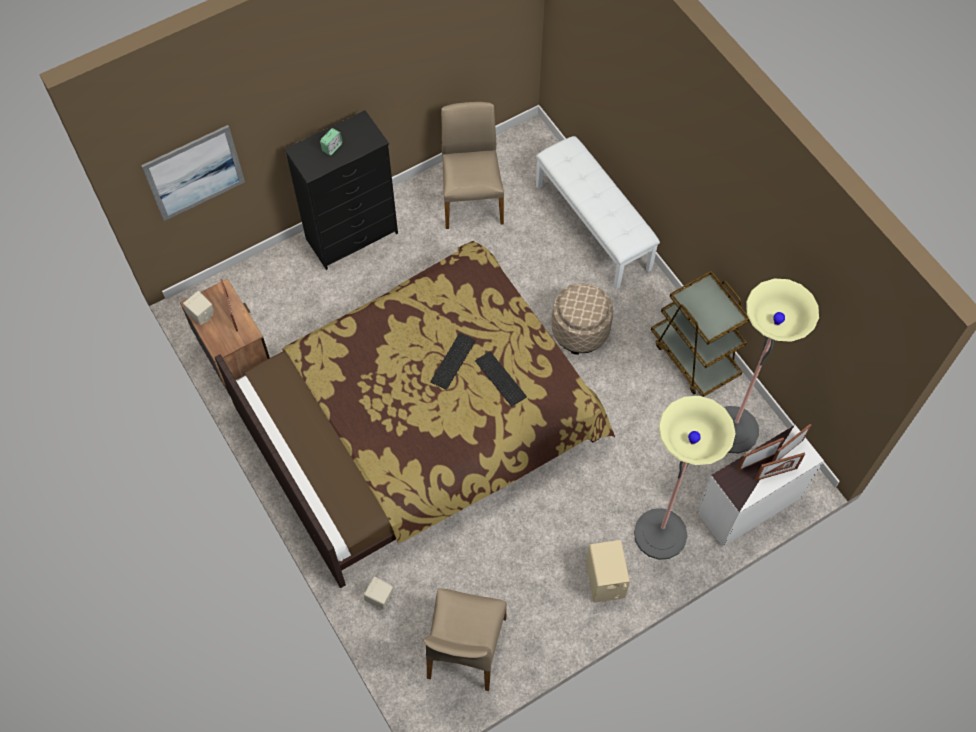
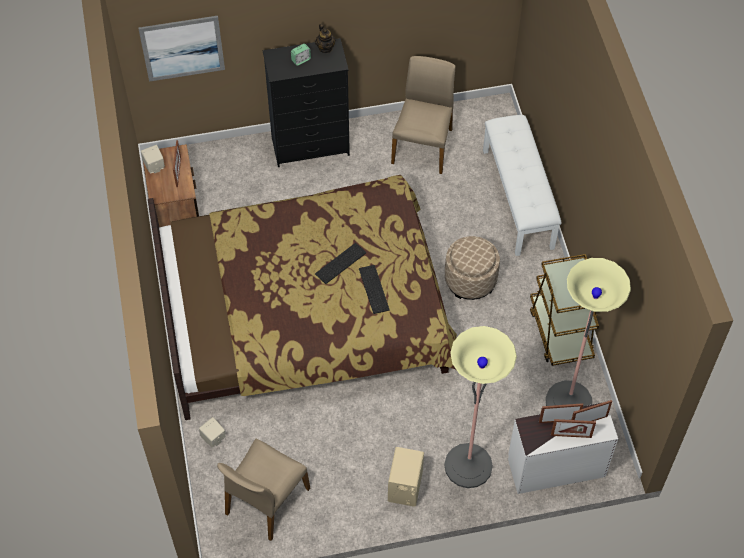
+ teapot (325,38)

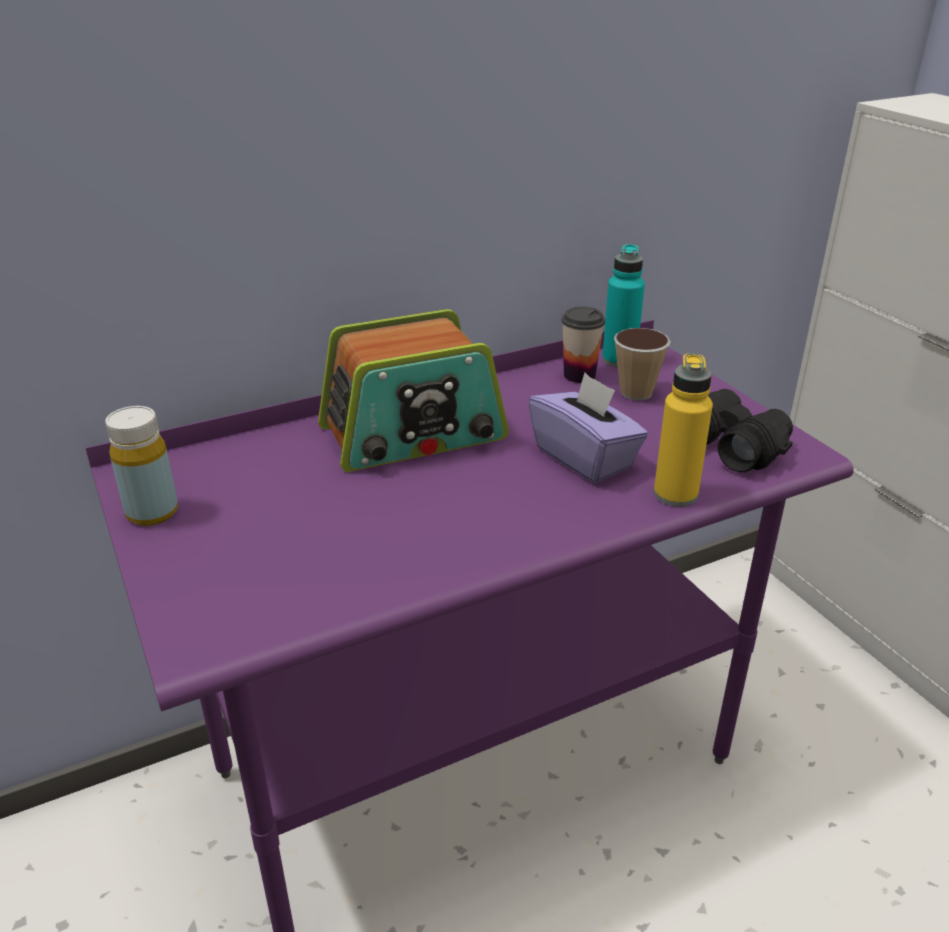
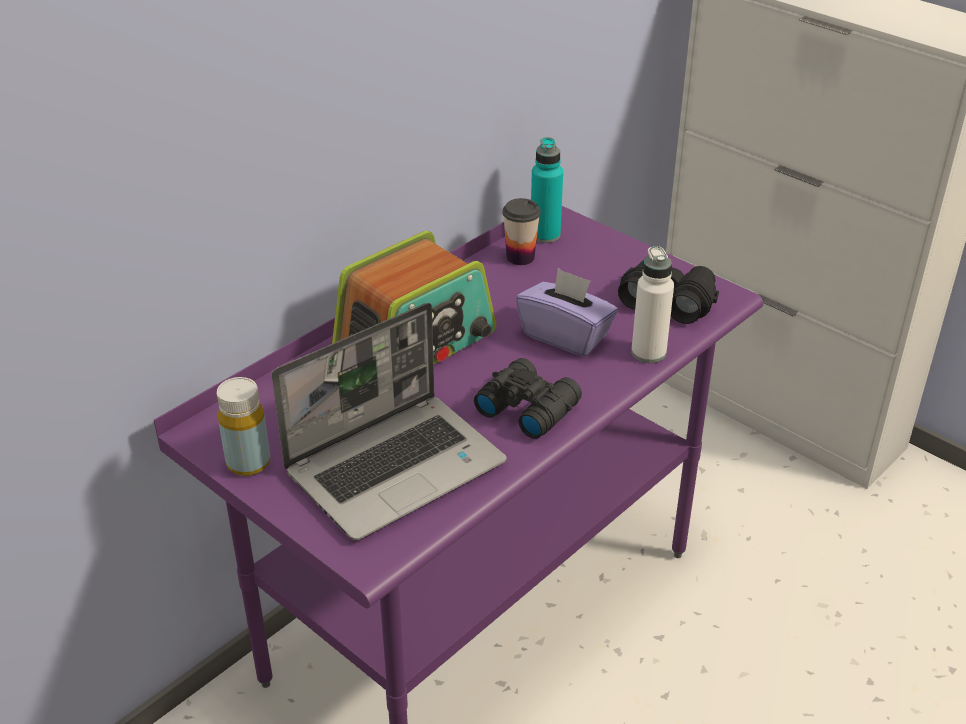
- cup (642,364)
~ yellow bottle (683,430) to white bottle (652,304)
+ laptop (389,421)
+ black binoculars (528,398)

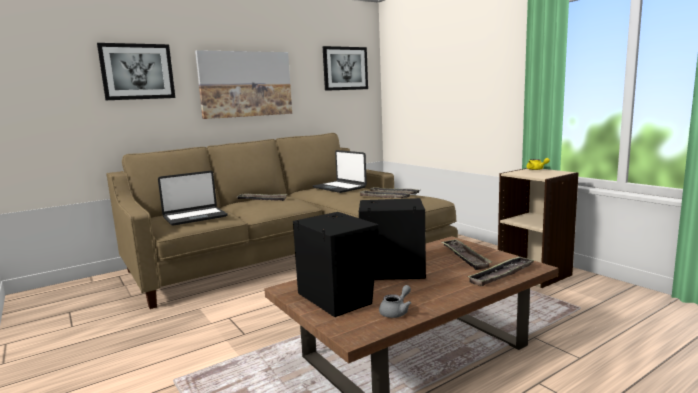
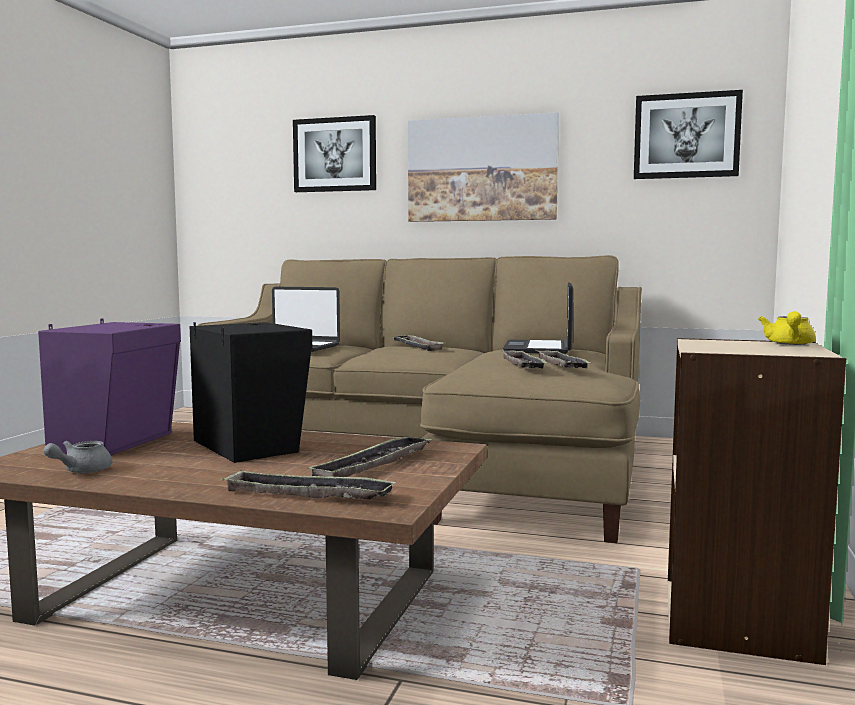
~ black speaker (336,264) to purple speaker (109,386)
~ grey teapot (395,301) = (77,457) 120 degrees clockwise

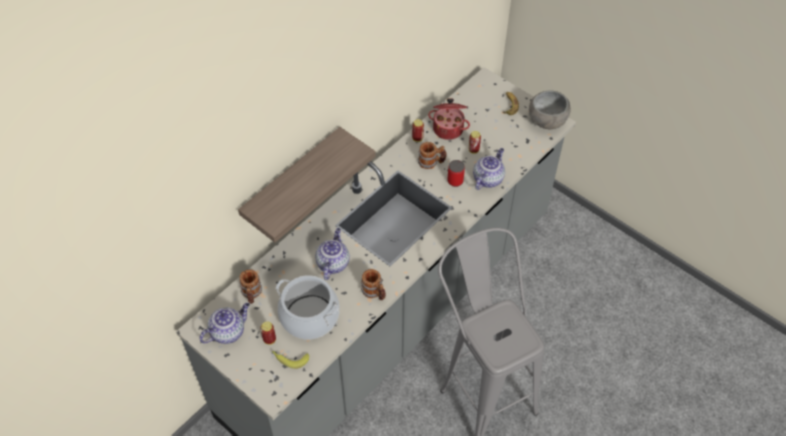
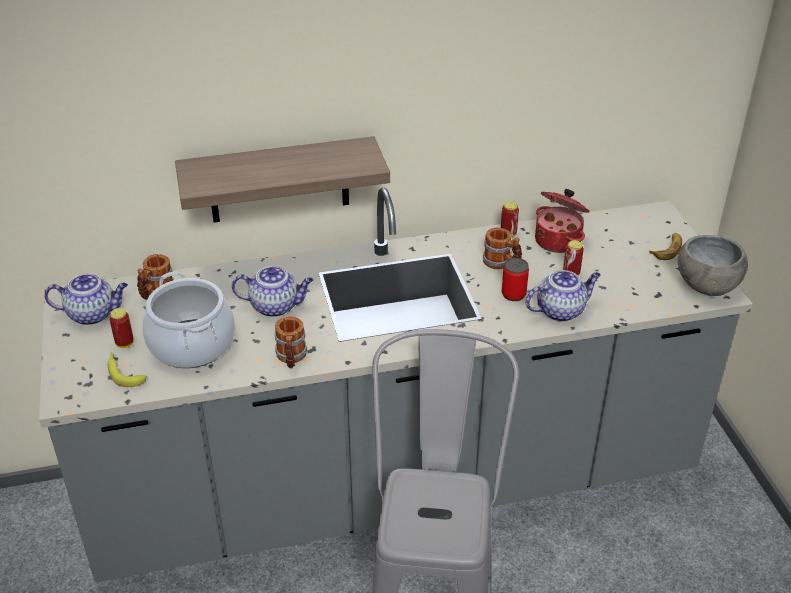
~ teapot (332,254) = (273,291) 45 degrees clockwise

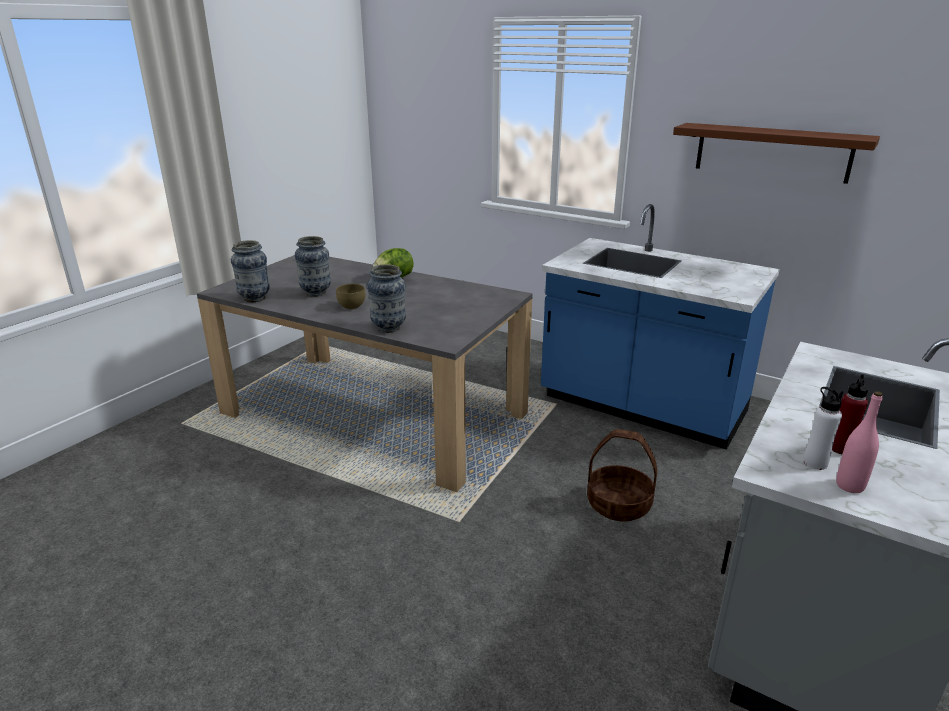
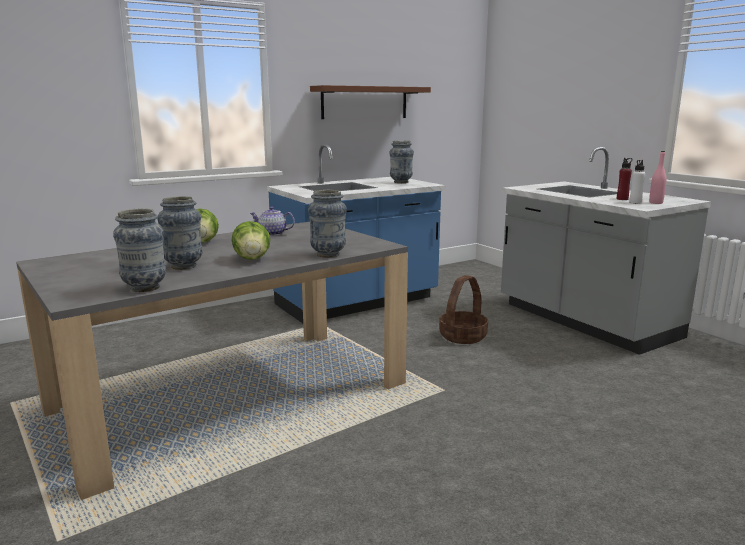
~ brown bowl (350,297) to lettuce (251,240)
+ vase (401,162)
+ teapot (272,221)

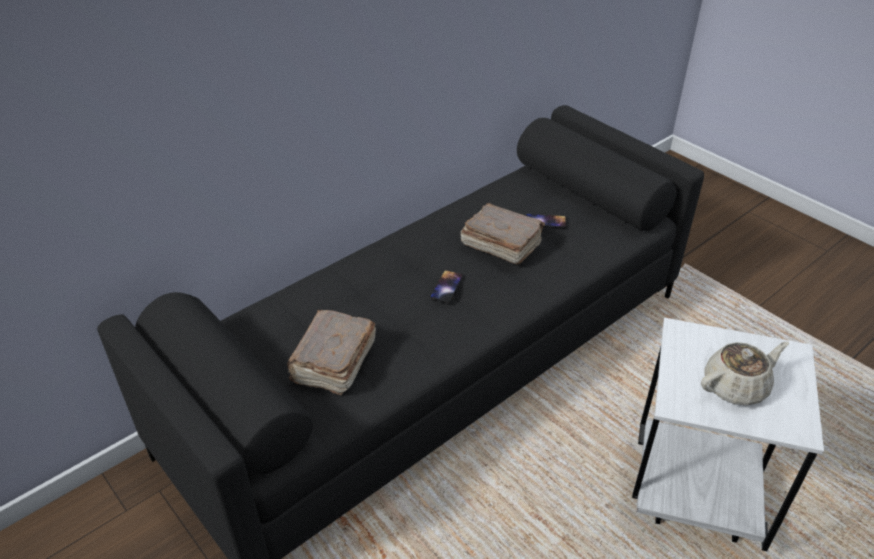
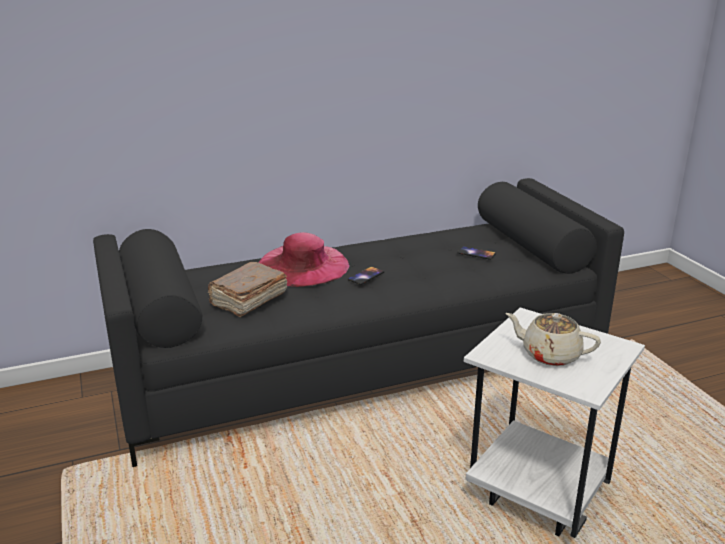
- brown book (503,234)
~ beige teapot (745,373) = (553,339) 150 degrees counterclockwise
+ pink hat (304,259)

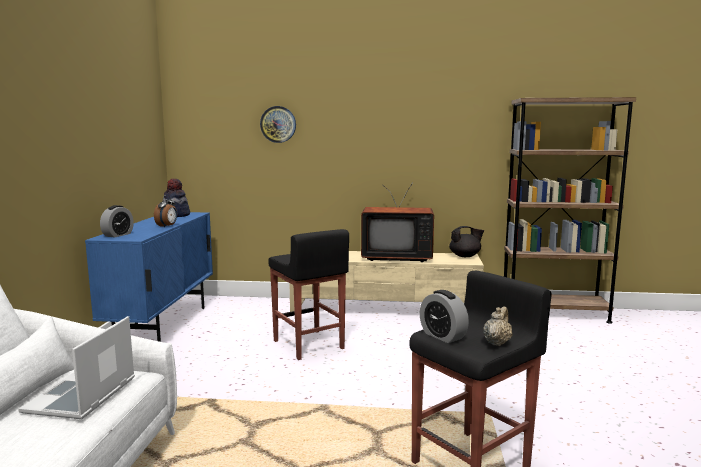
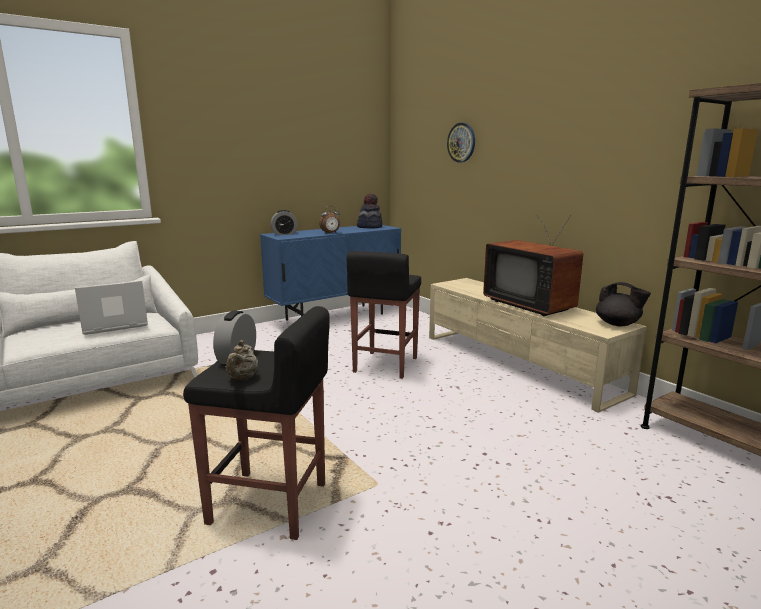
~ beige teapot (498,326) = (241,360) 105 degrees clockwise

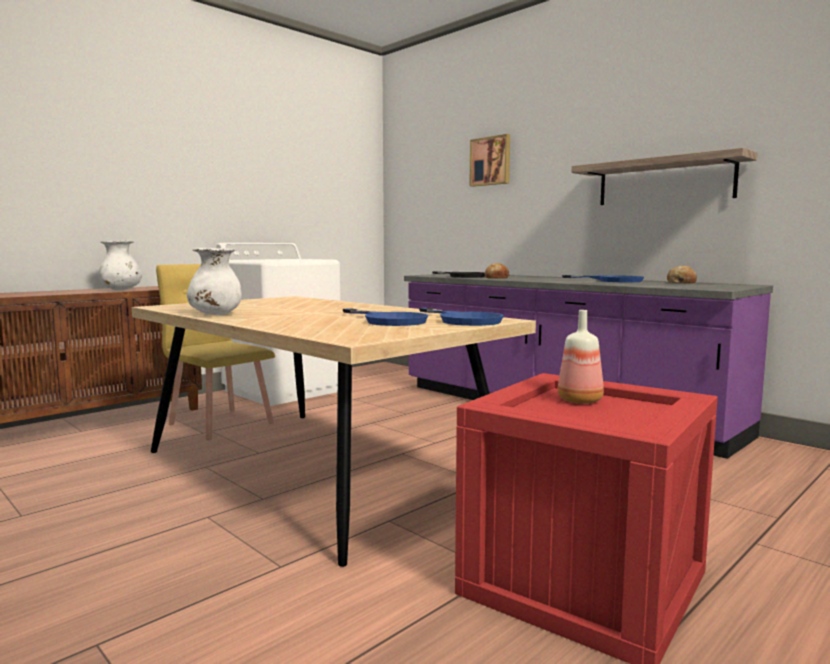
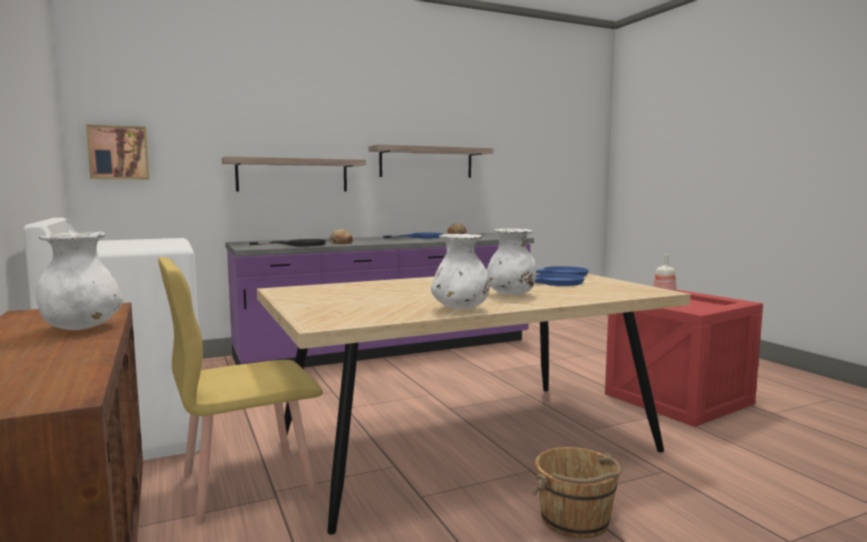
~ picture (489,160) to (117,152)
+ shelf (293,174)
+ white vase (511,262)
+ brown bucket (576,493)

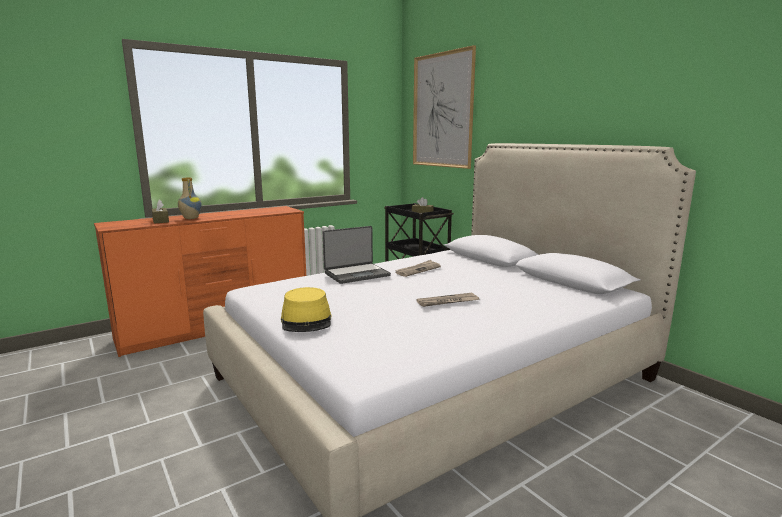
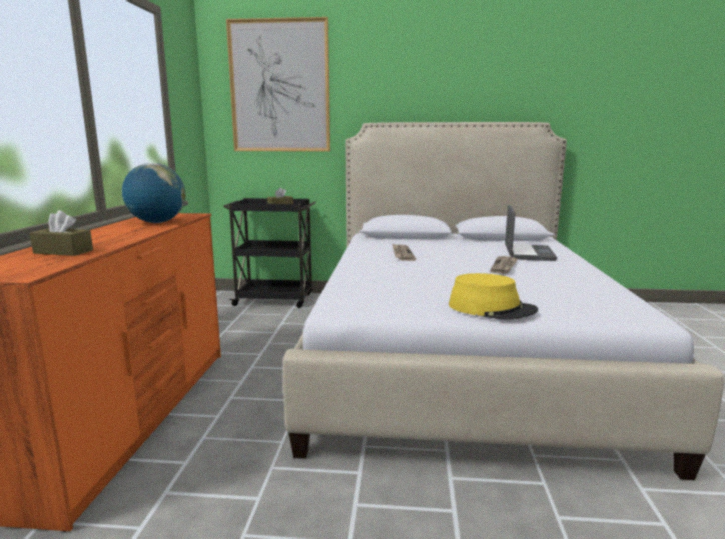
- vase (190,198)
~ laptop (357,255) to (531,233)
+ globe (154,193)

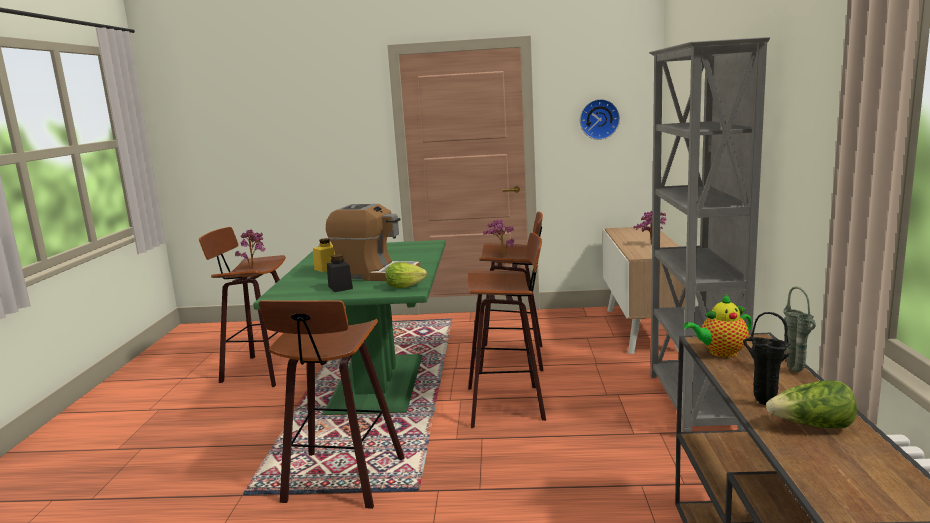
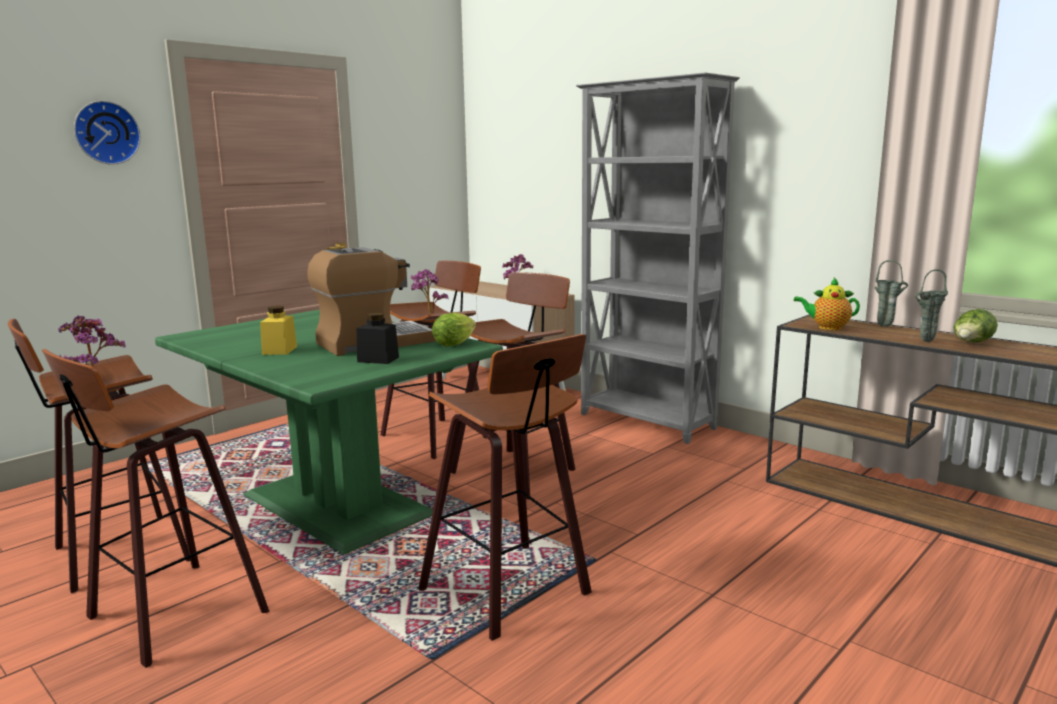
~ wall clock (600,119) to (107,133)
~ teapot (717,325) = (826,304) 75 degrees clockwise
~ black vase (766,358) to green vase (931,305)
+ stool (155,508)

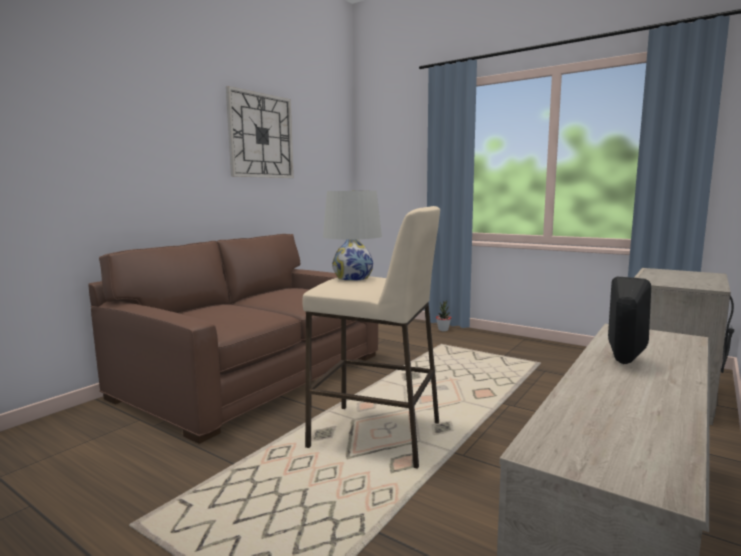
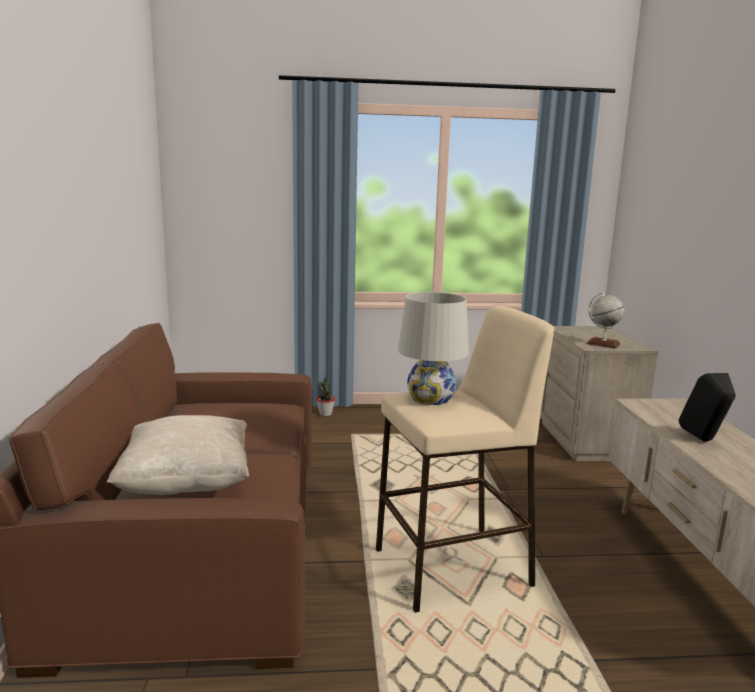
- wall clock (260,132)
+ globe (605,321)
+ beige pillow (178,455)

